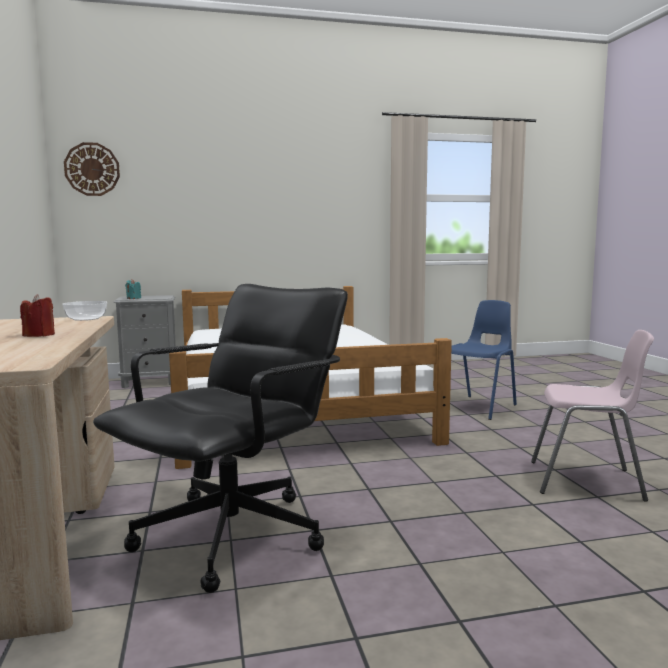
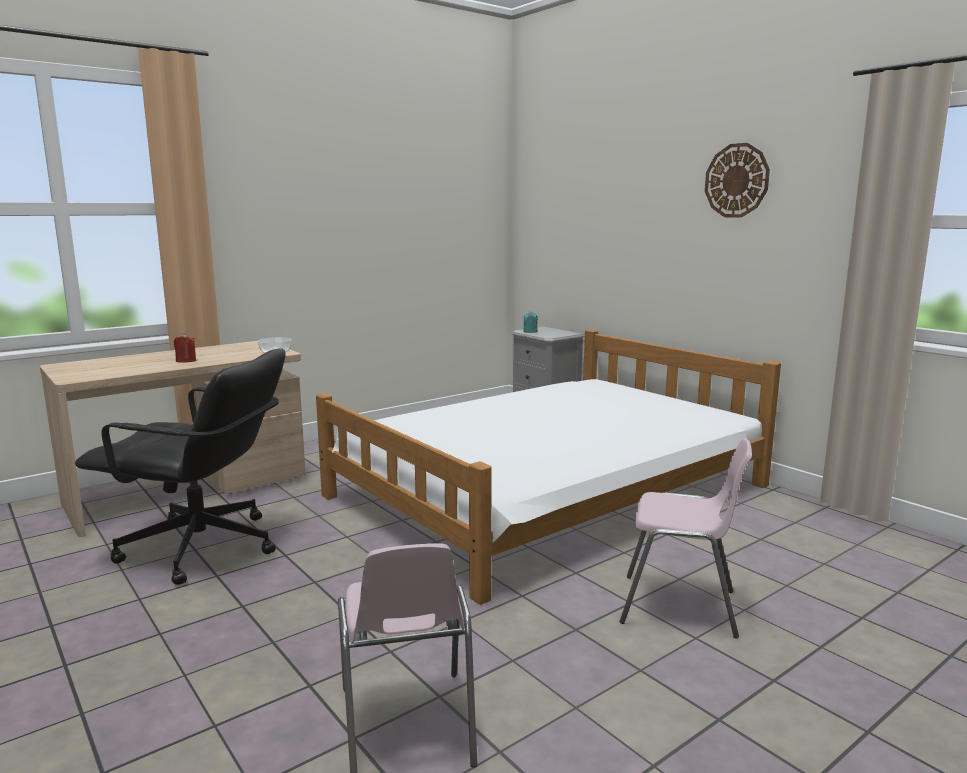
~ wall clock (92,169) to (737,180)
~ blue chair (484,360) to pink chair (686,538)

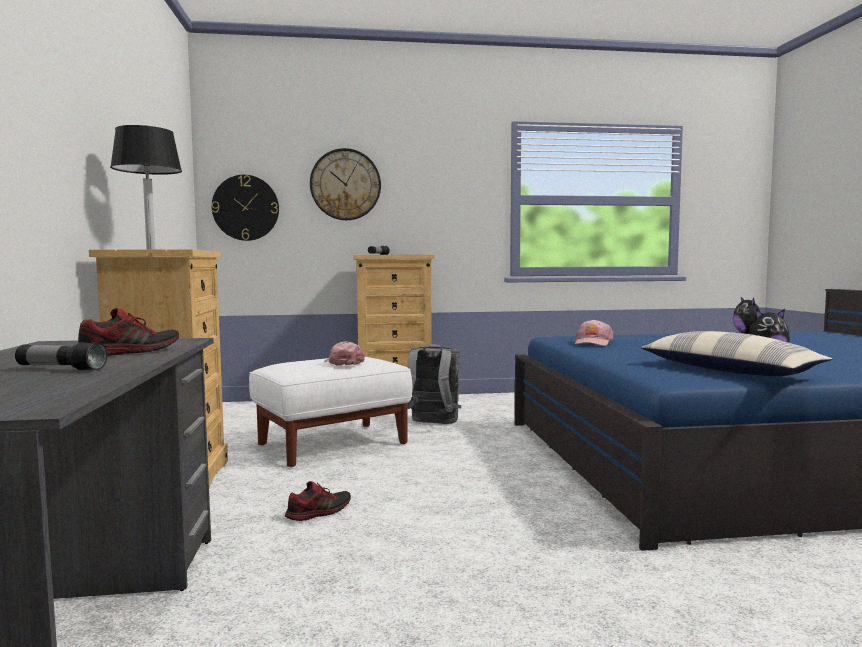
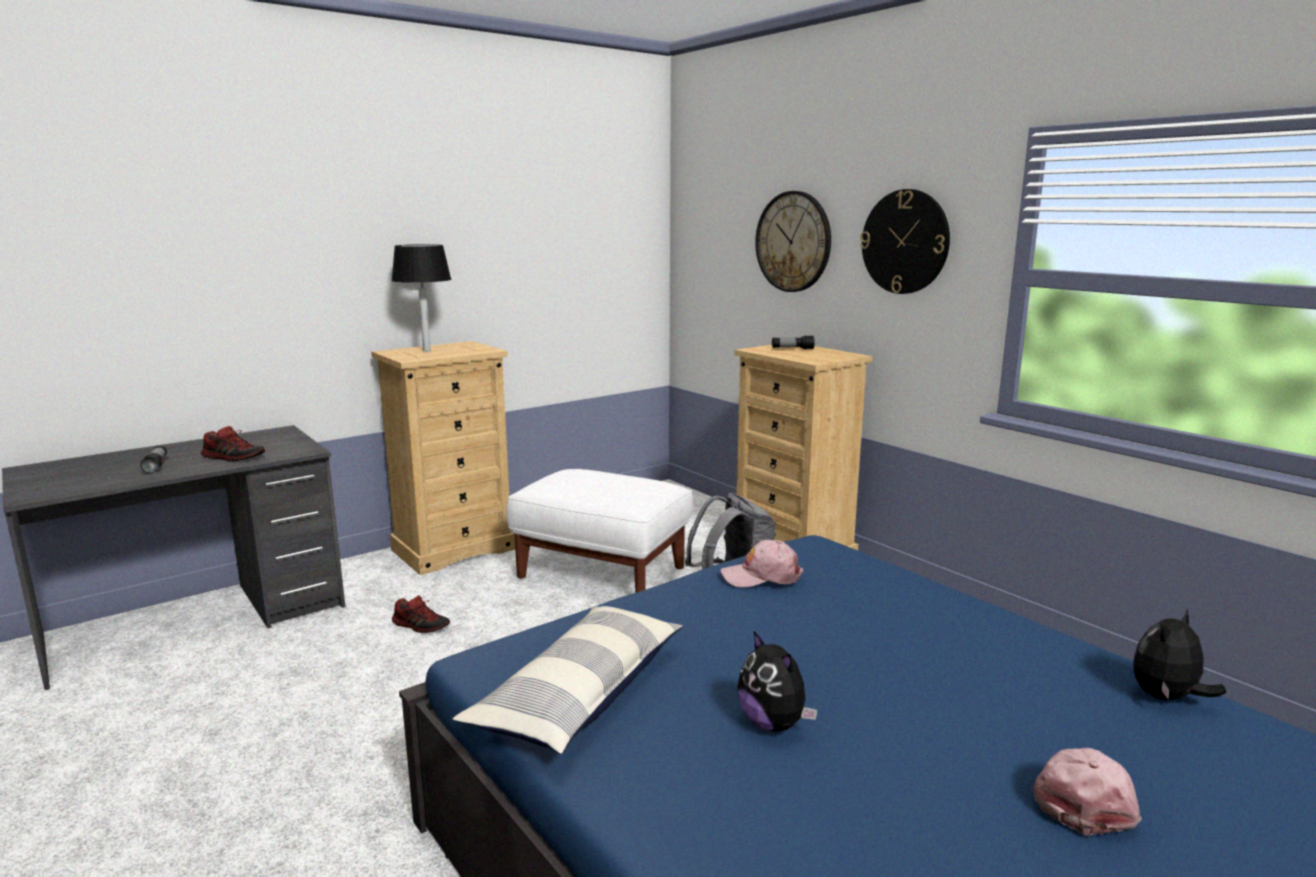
~ wall clock (245,208) to (905,241)
~ pink cap (344,353) to (1087,792)

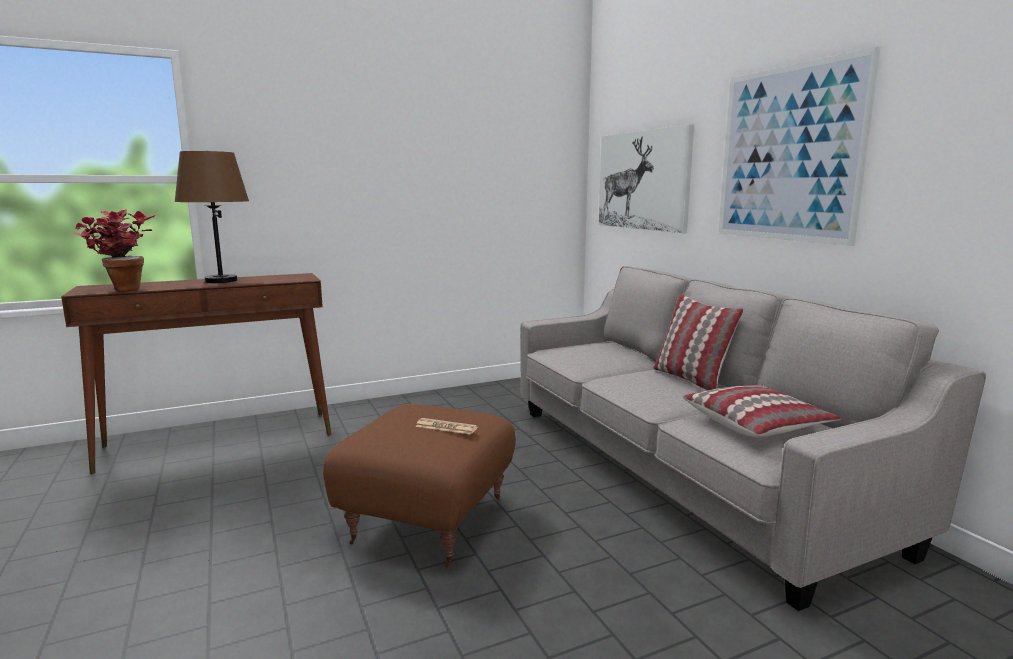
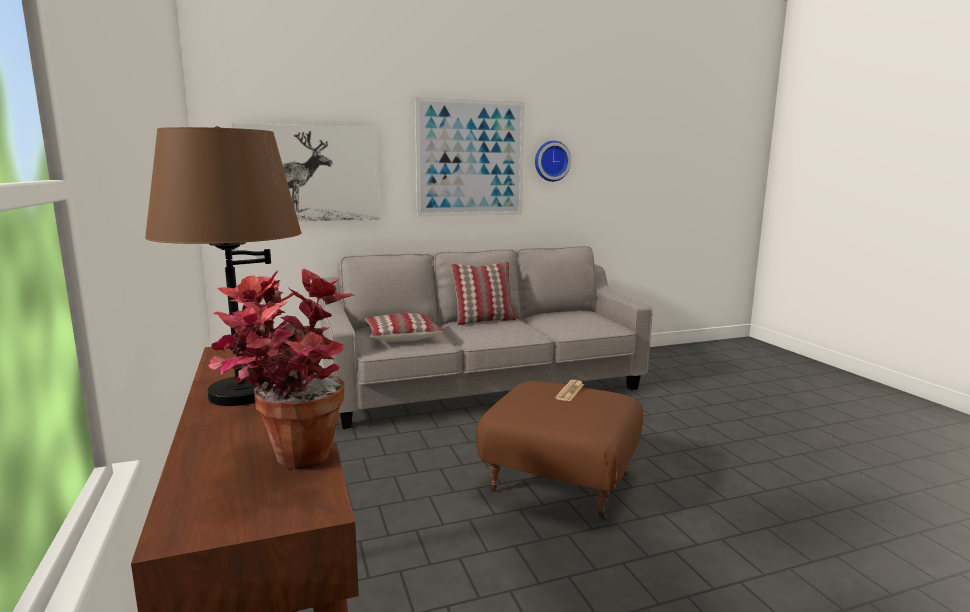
~ pillow (762,411) to (404,327)
+ wall clock (553,161)

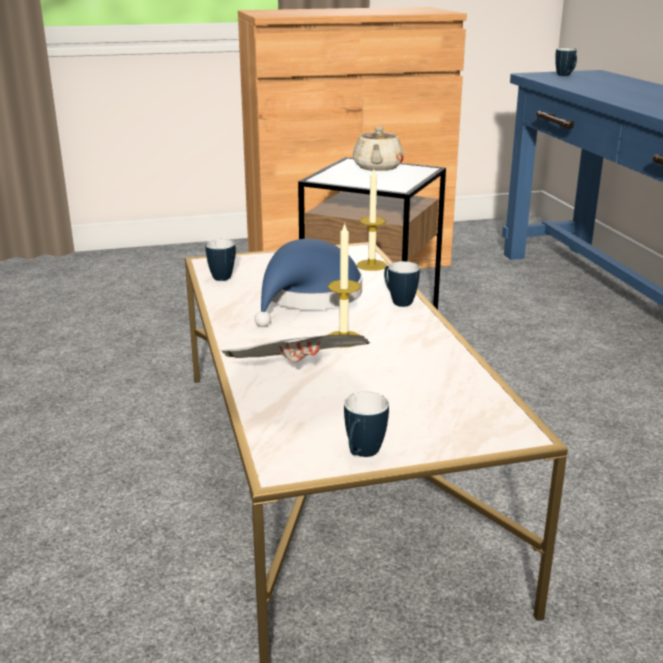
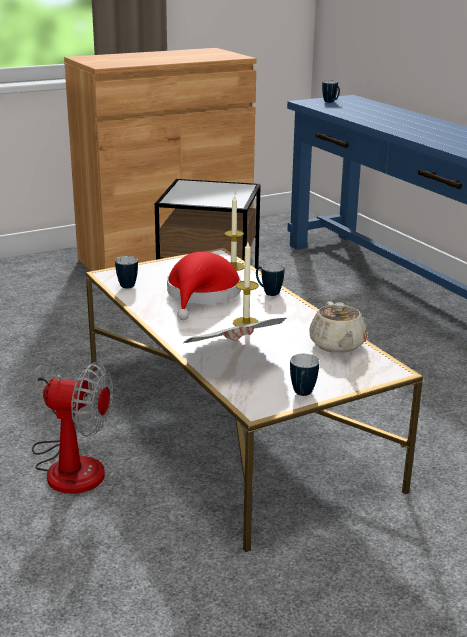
~ beige teapot (378,149) to (338,327)
~ blue hat (308,283) to red hat (204,286)
+ fan (72,428)

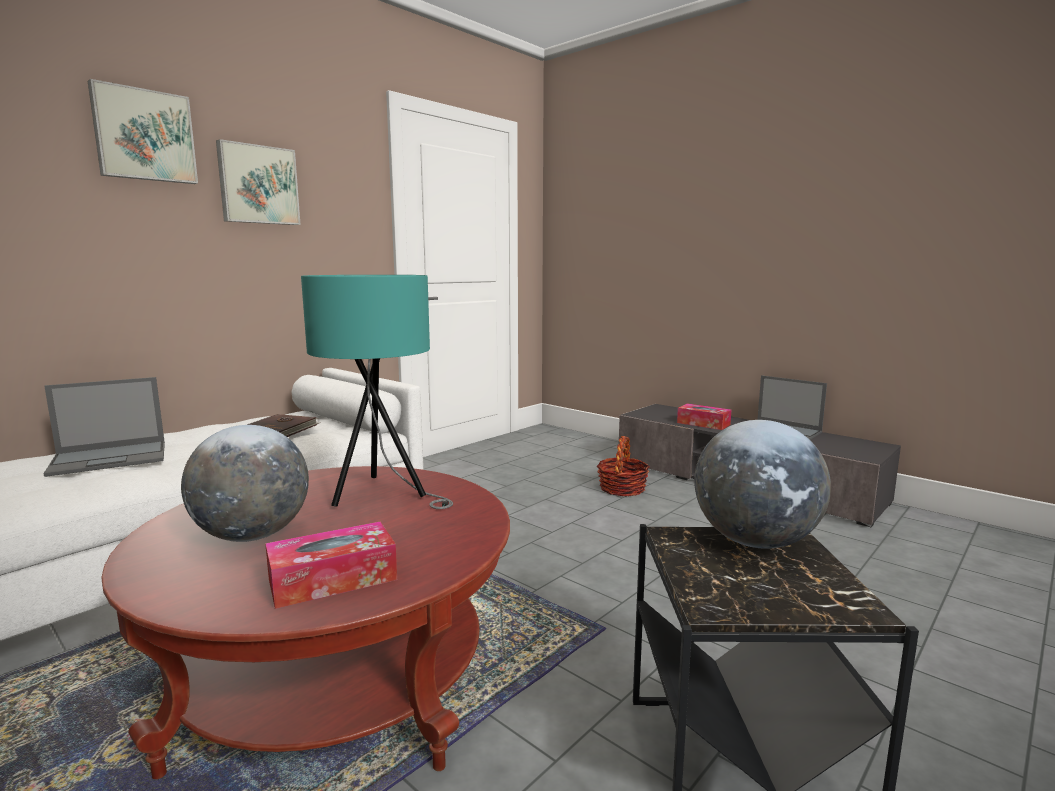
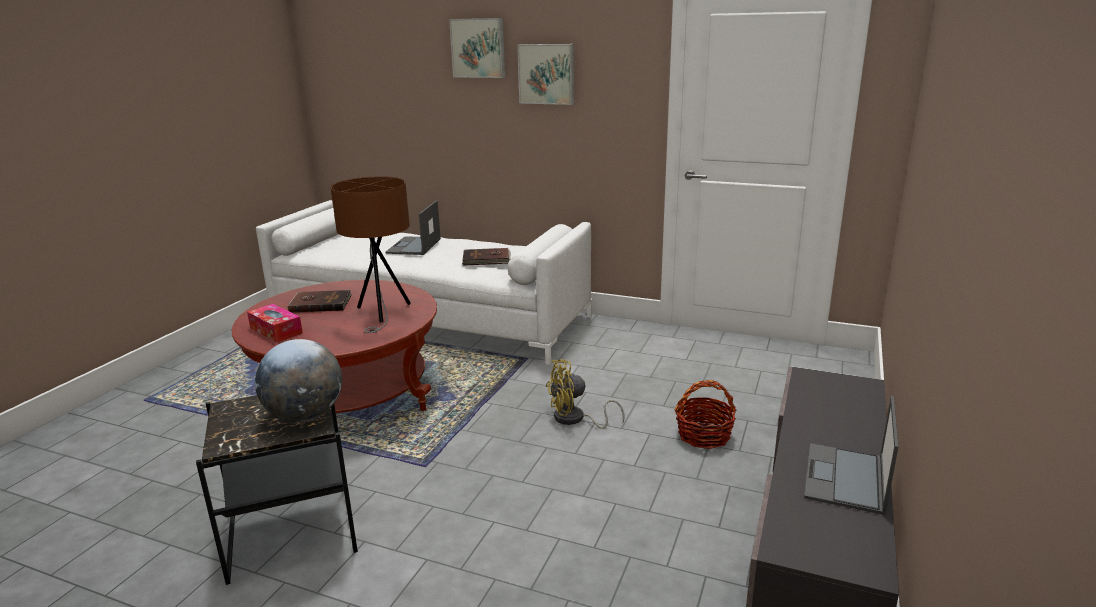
~ turquoise table lamp (377,392) to brown table lamp (371,254)
~ laptop (104,427) = (413,227) 60 degrees clockwise
- tissue box (704,417)
~ globe (245,483) to brown book (319,301)
+ yellow fan (585,394)

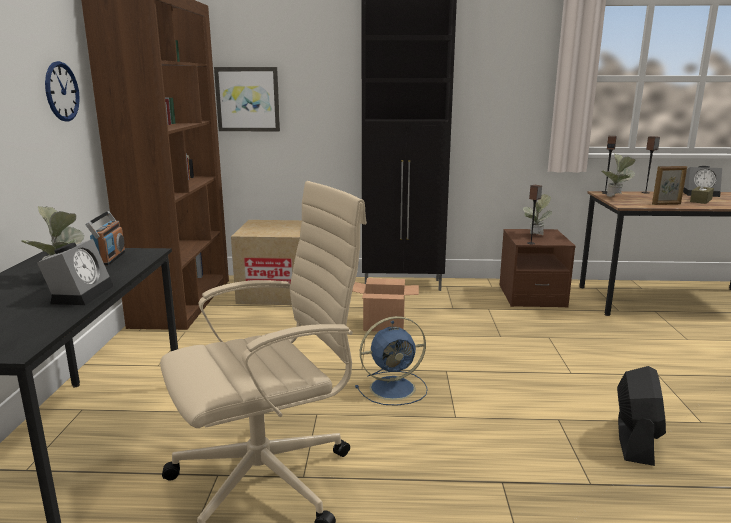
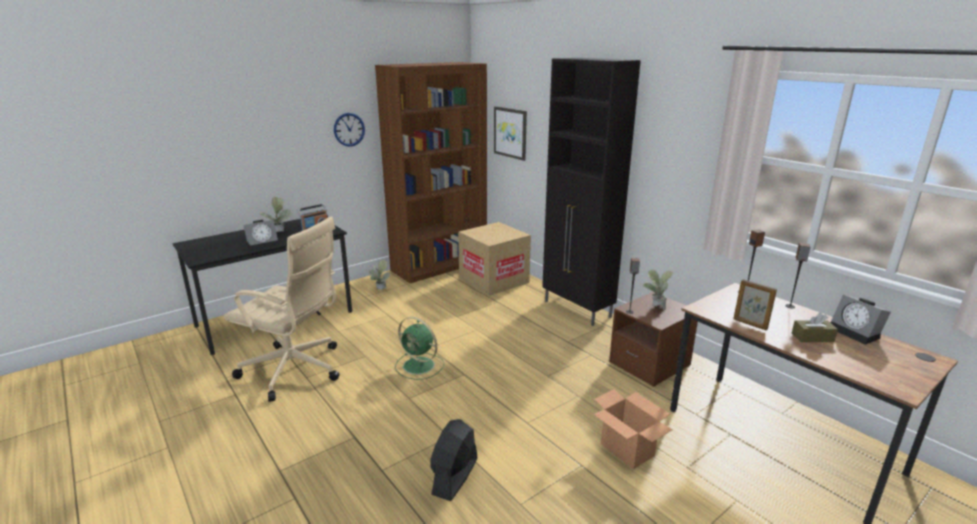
~ potted plant (618,175) to (379,275)
~ cardboard box (385,304) to (633,429)
~ blue fan (391,361) to green fan (419,348)
~ black fan (641,416) = (453,460) 135 degrees clockwise

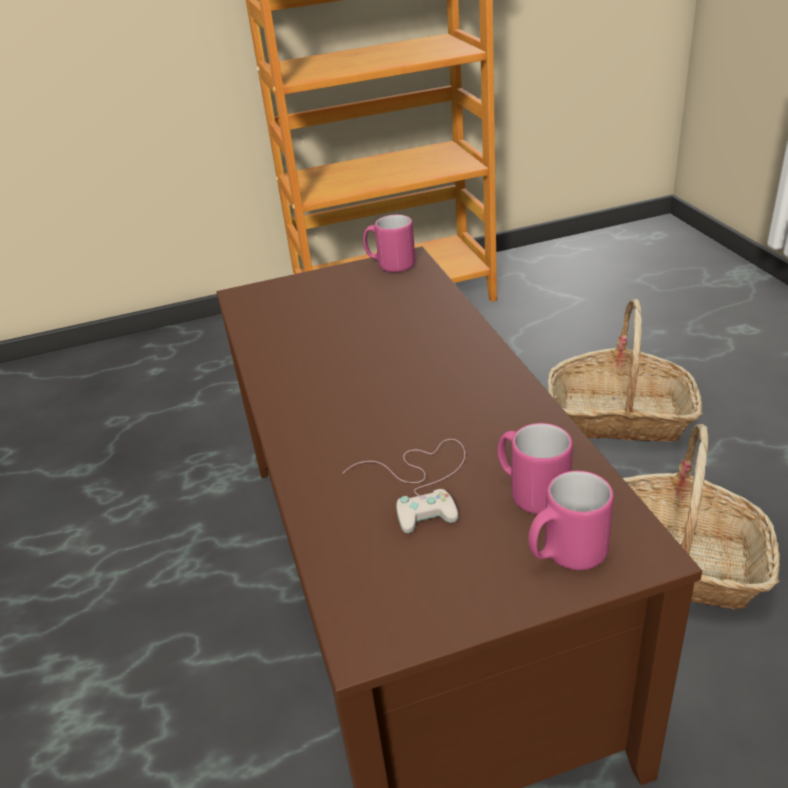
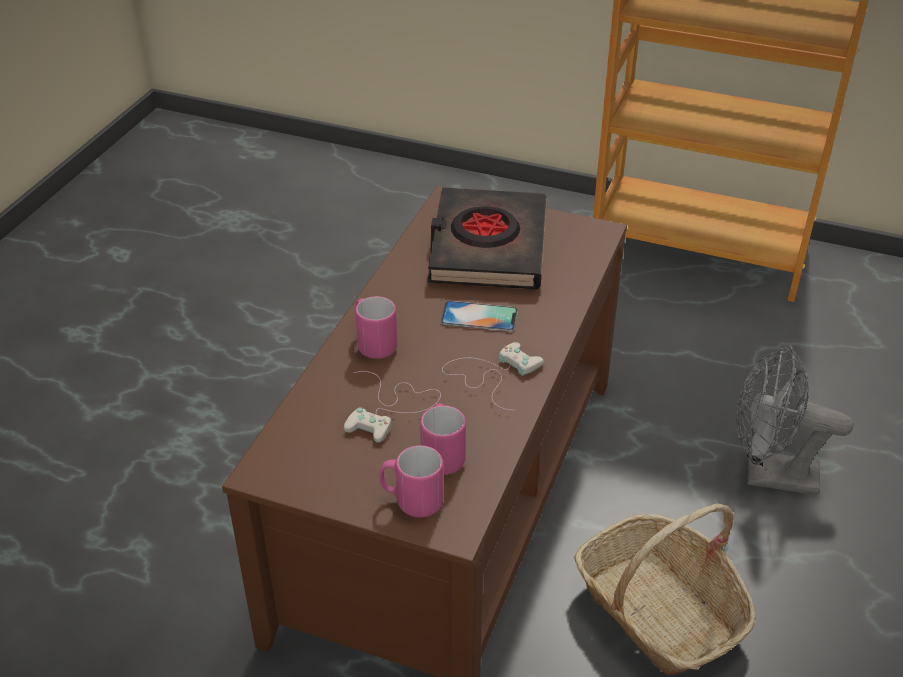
~ pink mug (389,244) to (376,327)
~ basket (625,370) to grey fan (795,420)
+ black book (487,238)
+ phone (479,316)
+ white game controller (493,376)

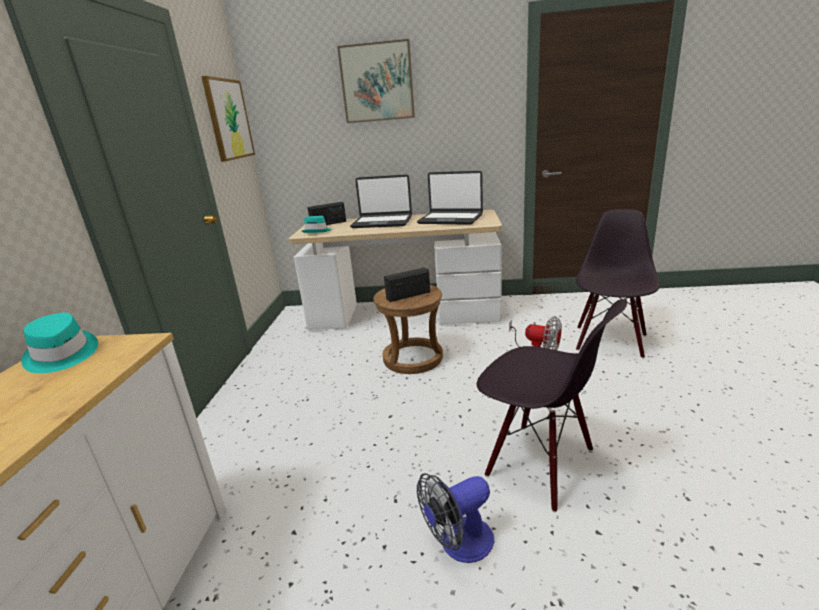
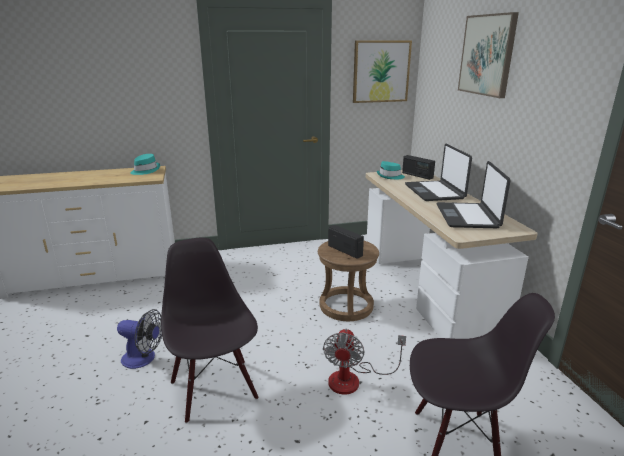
~ black chair (552,405) = (210,331) 135 degrees clockwise
~ fan (455,518) = (139,339) 150 degrees clockwise

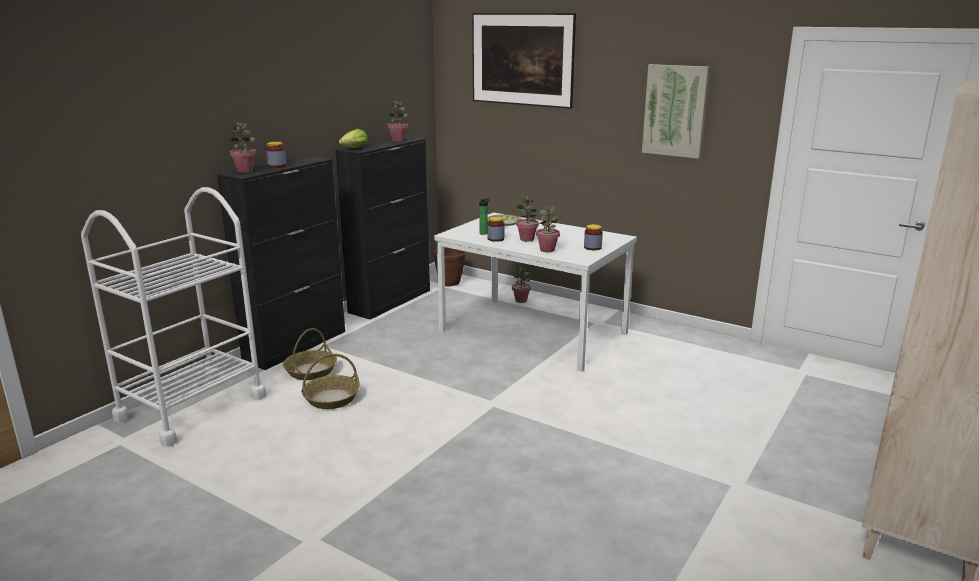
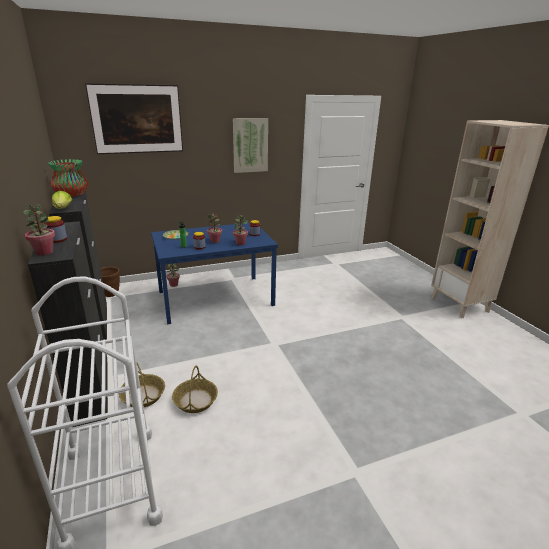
~ potted plant (397,121) to vase (68,178)
~ white dining table (535,292) to blue dining table (214,274)

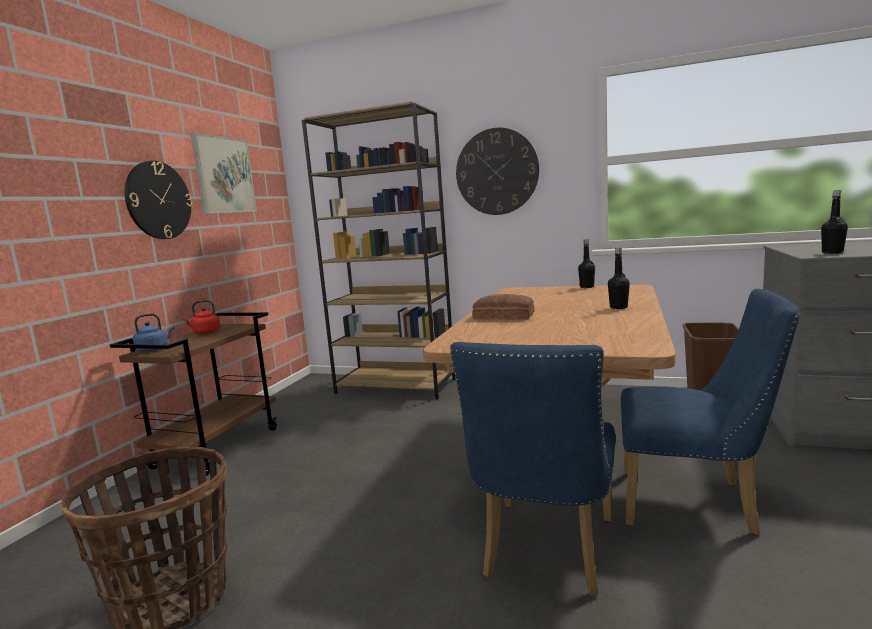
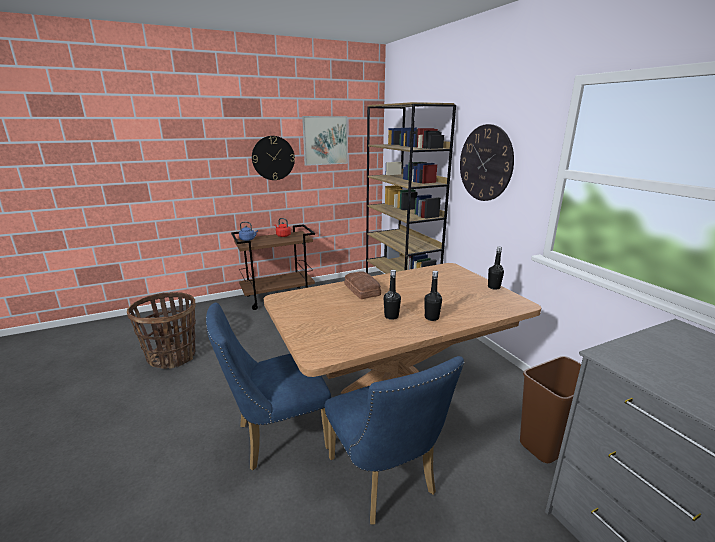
~ black bottle (834,222) to (392,295)

